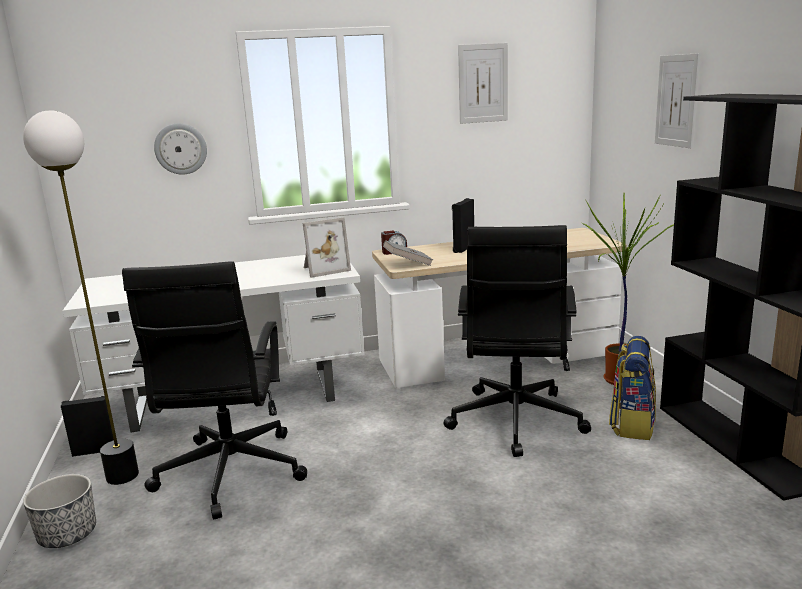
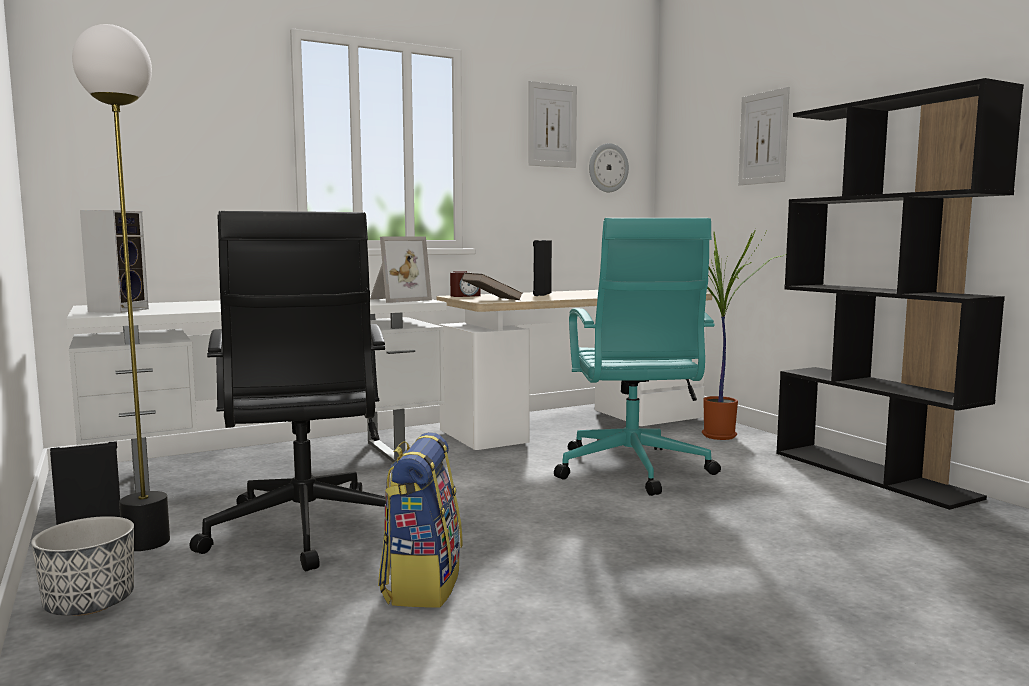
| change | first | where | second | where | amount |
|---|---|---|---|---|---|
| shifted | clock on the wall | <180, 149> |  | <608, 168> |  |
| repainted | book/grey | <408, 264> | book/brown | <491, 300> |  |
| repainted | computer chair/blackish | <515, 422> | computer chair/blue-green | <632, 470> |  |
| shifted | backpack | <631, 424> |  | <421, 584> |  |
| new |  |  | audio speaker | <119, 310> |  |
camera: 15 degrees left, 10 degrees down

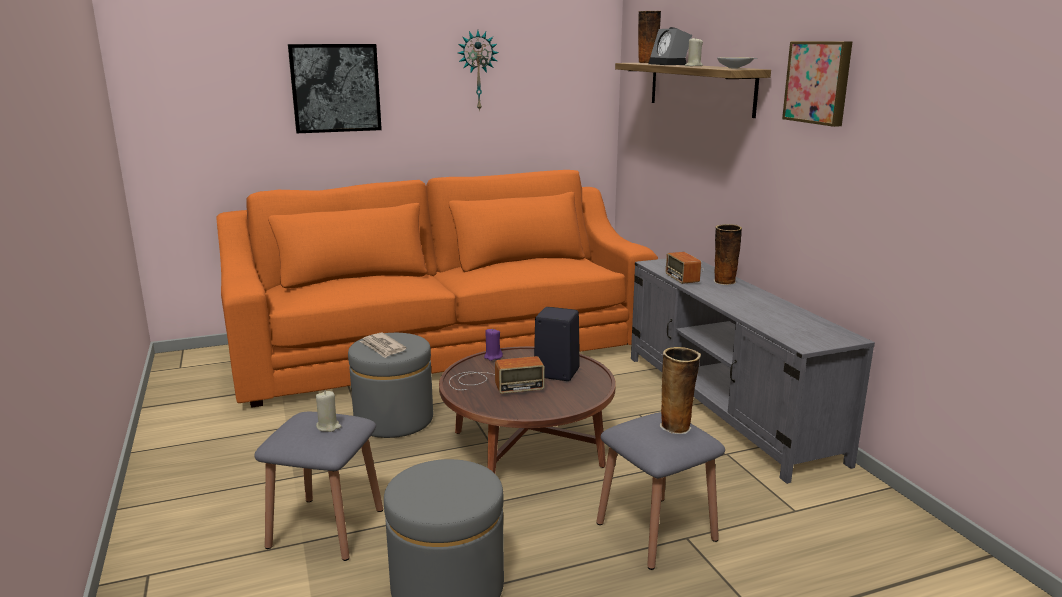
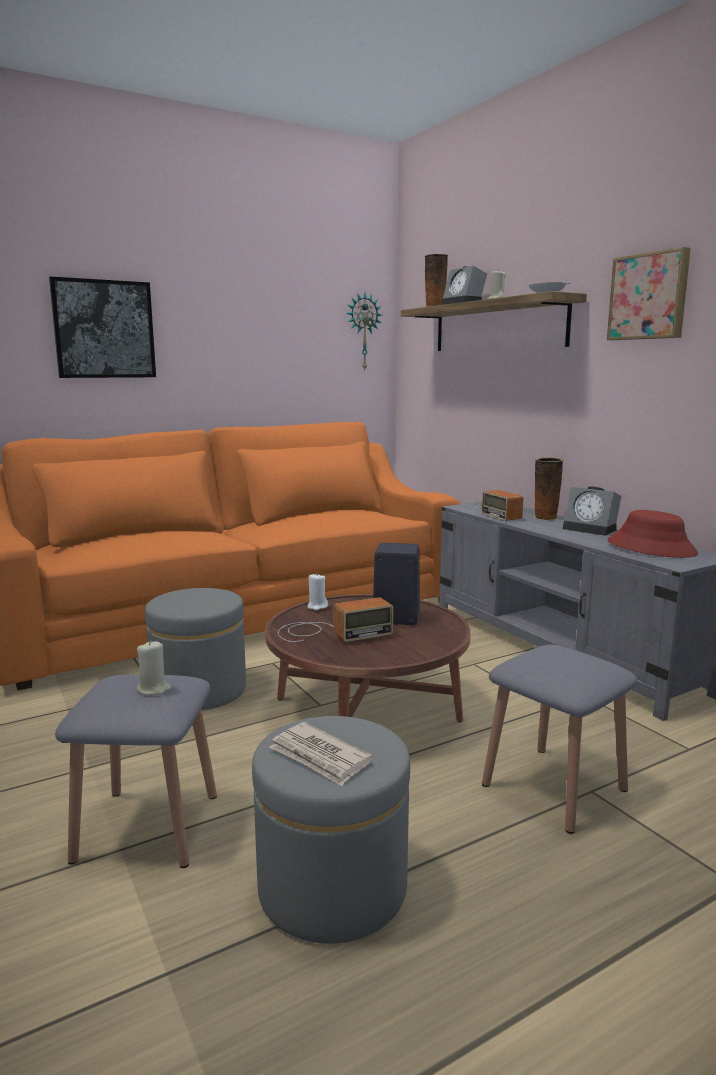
| change | first | where | second | where | amount |
|---|---|---|---|---|---|
| shifted | newspaper | <382, 347> |  | <320, 757> |  |
| shifted | clock on the wall | <477, 70> |  | <363, 331> |  |
| repainted | candle/purplish | <493, 357> | candle/whitish | <317, 606> |  |
| gone | decorative vase | <676, 426> |  |  |  |
| new |  |  | bedside clock | <592, 529> |  |
| new |  |  | hat/red | <651, 548> |  |
camera: 10 degrees left, 5 degrees down

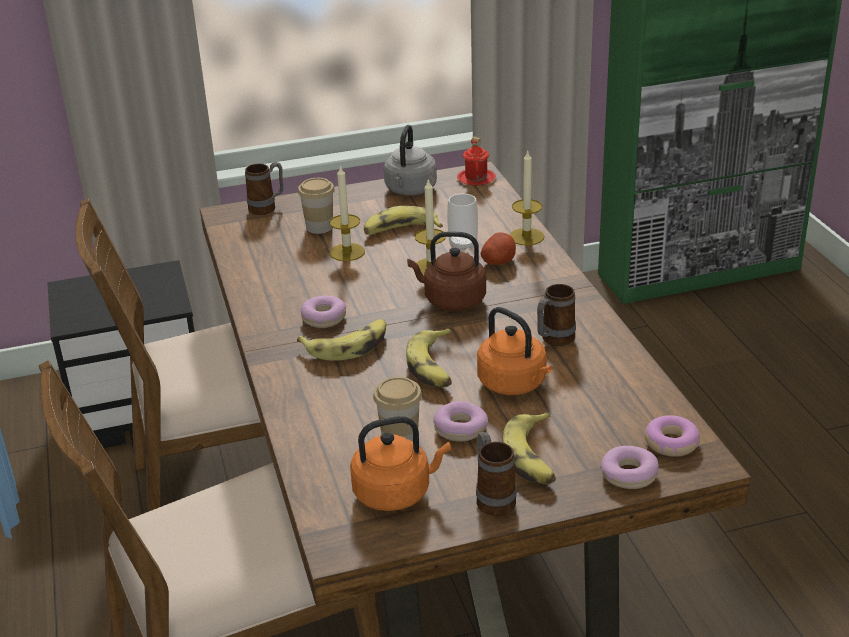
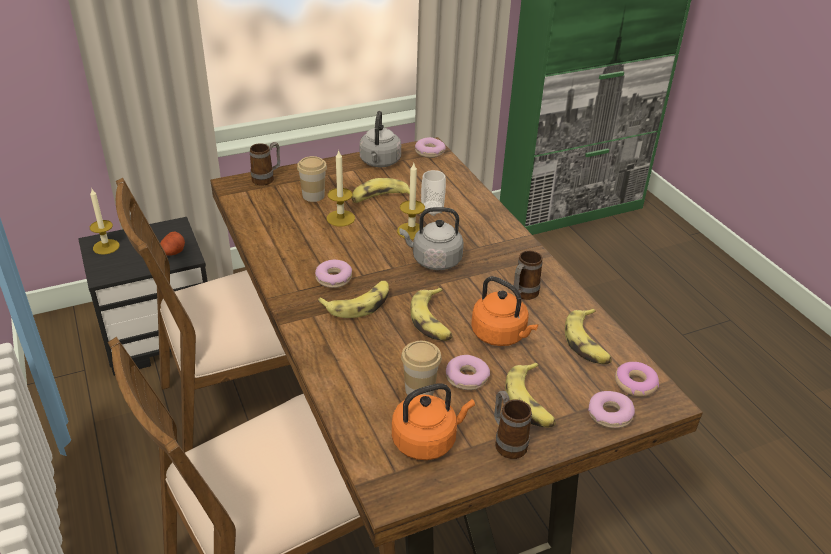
| change | first | where | second | where | amount |
|---|---|---|---|---|---|
| repainted | water kettle/brown | <451, 300> | water kettle/grey | <434, 260> |  |
| swapped | mug/red | <476, 179> | ring doughnut | <430, 152> |  |
| shifted | whole potato | <498, 261> |  | <173, 252> |  |
| shifted | candle | <526, 237> |  | <106, 247> |  |
| new |  |  | banana fruit | <588, 343> |  |
camera: 10 degrees left, 5 degrees up

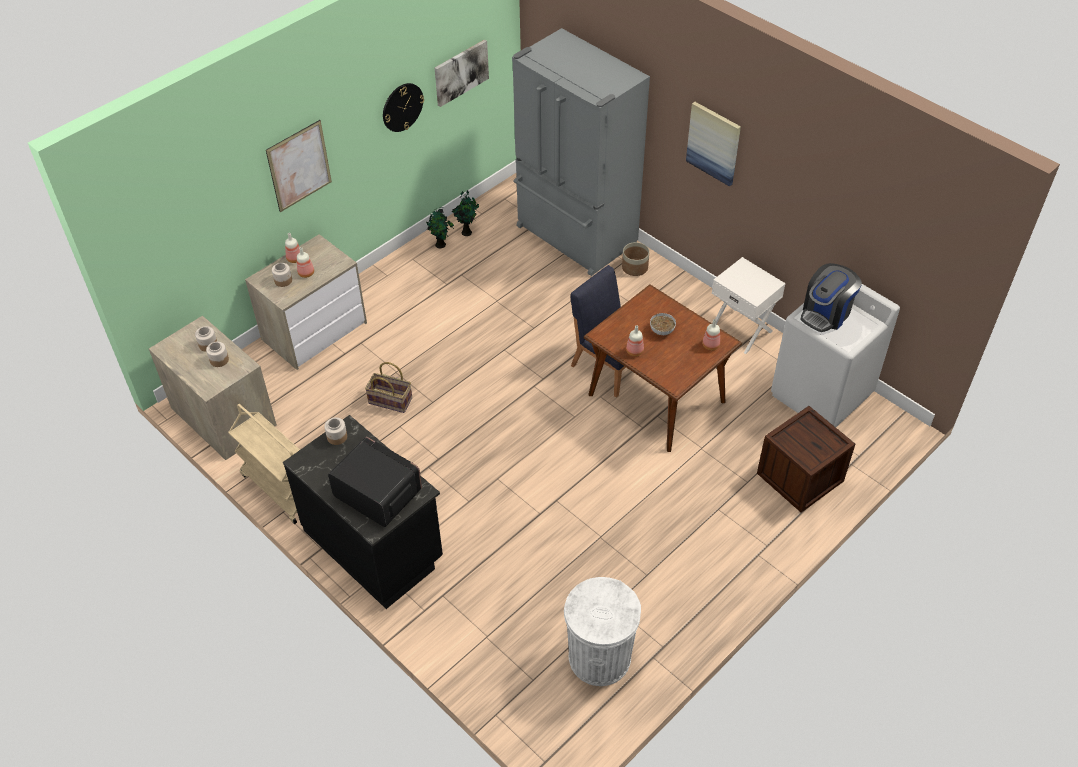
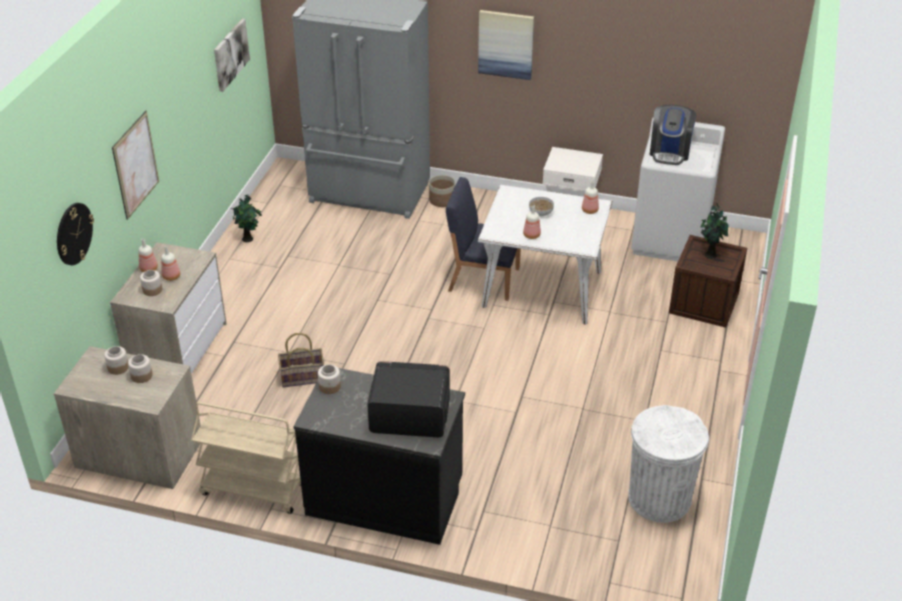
| change | first | where | second | where | amount |
|---|---|---|---|---|---|
| shifted | clock on the wall | <402, 107> |  | <73, 233> |  |
| shifted | plant in a pot | <466, 232> |  | <709, 254> |  |
| repainted | dinner table/brown | <657, 398> | dinner table/whitish | <542, 289> |  |
camera: 30 degrees left, 10 degrees down

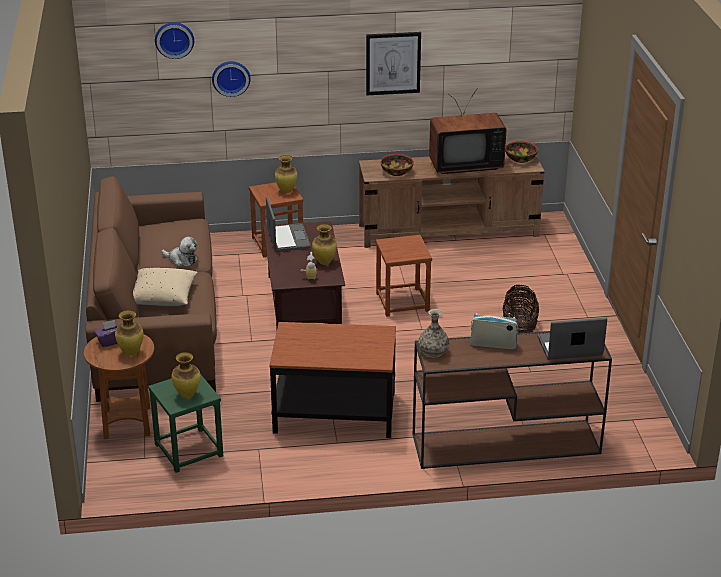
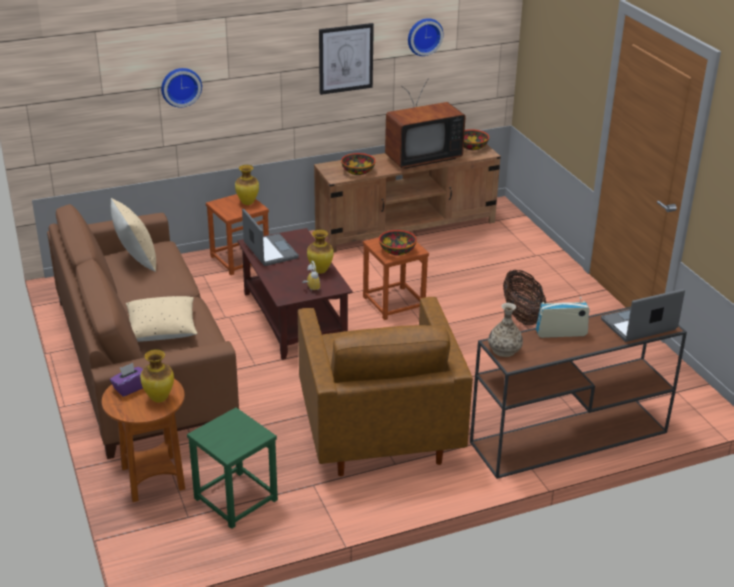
| change | first | where | second | where | amount |
|---|---|---|---|---|---|
| shifted | clock on the wall | <174, 39> |  | <424, 36> |  |
| gone | soft toy | <182, 260> |  |  |  |
| gone | decorative vase | <187, 395> |  |  |  |
| swapped | end table | <334, 413> | armchair/brown | <378, 431> |  |
| new |  |  | pillow/sand-coloured | <136, 260> |  |
| new |  |  | deep dish | <397, 250> |  |
camera: 15 degrees left, 0 degrees up

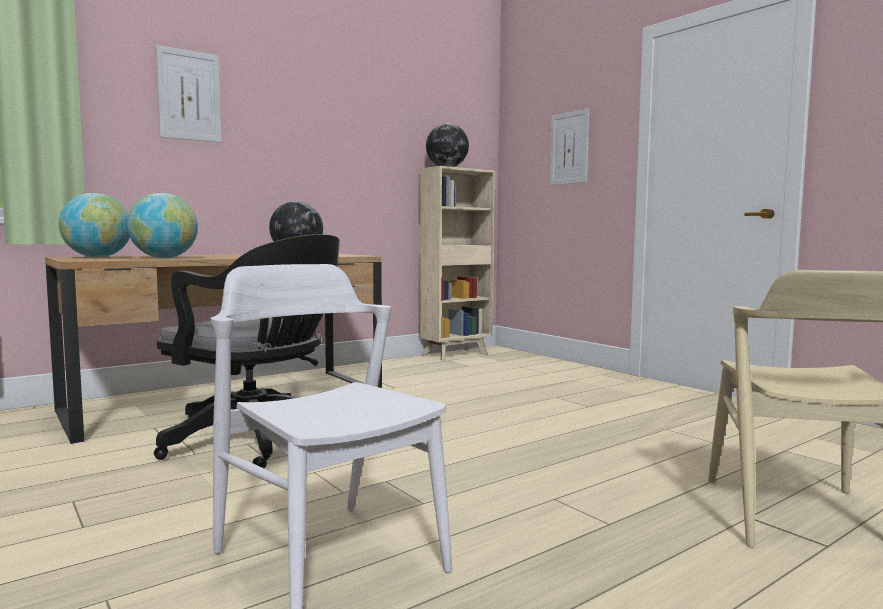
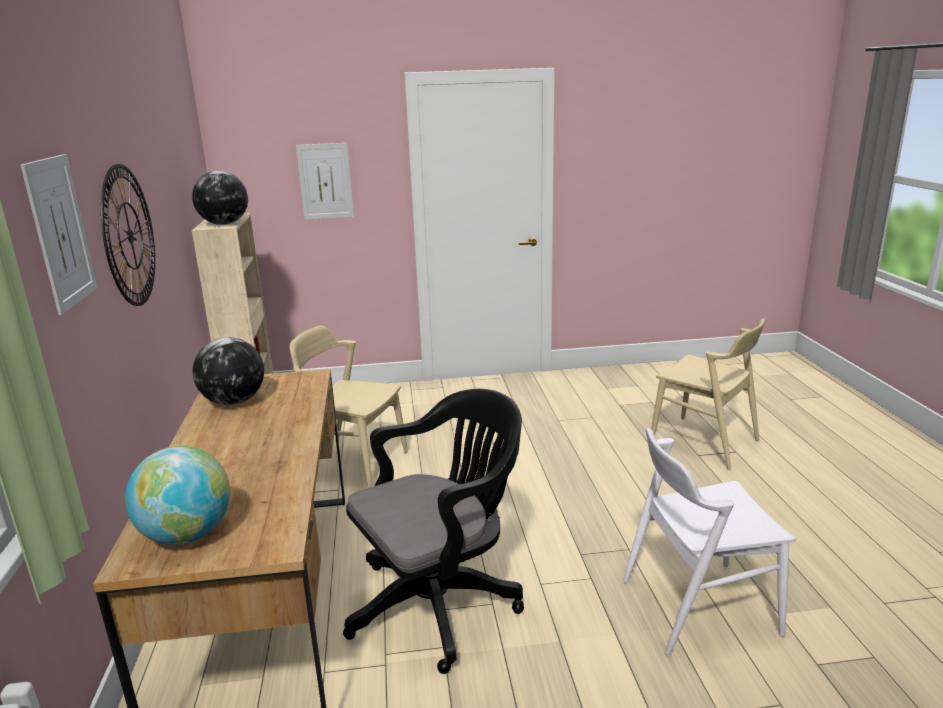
| change | first | where | second | where | amount |
|---|---|---|---|---|---|
| gone | desk globe | <164, 258> |  |  |  |
| new |  |  | clock on the wall | <129, 236> |  |
| new |  |  | upright chair/sand-coloured | <352, 463> |  |
camera: 60 degrees left, 15 degrees up

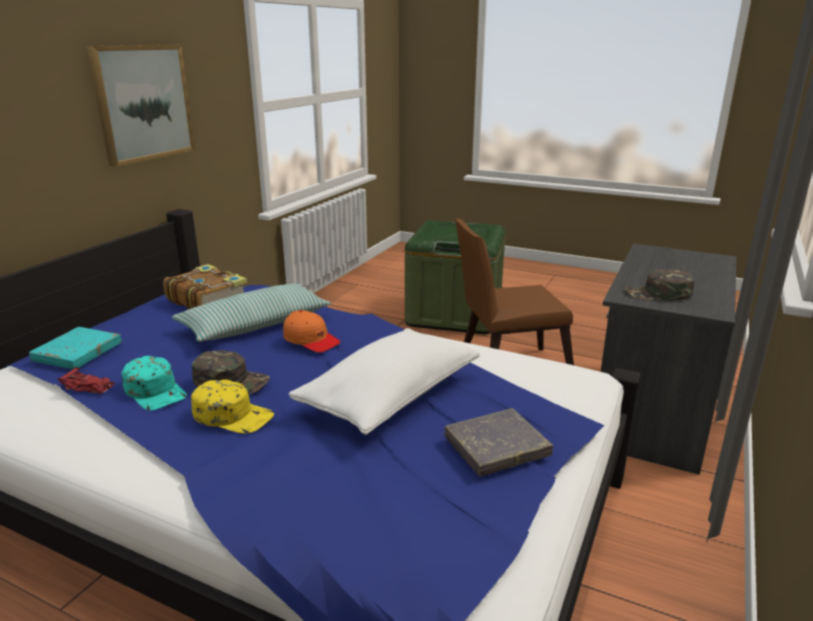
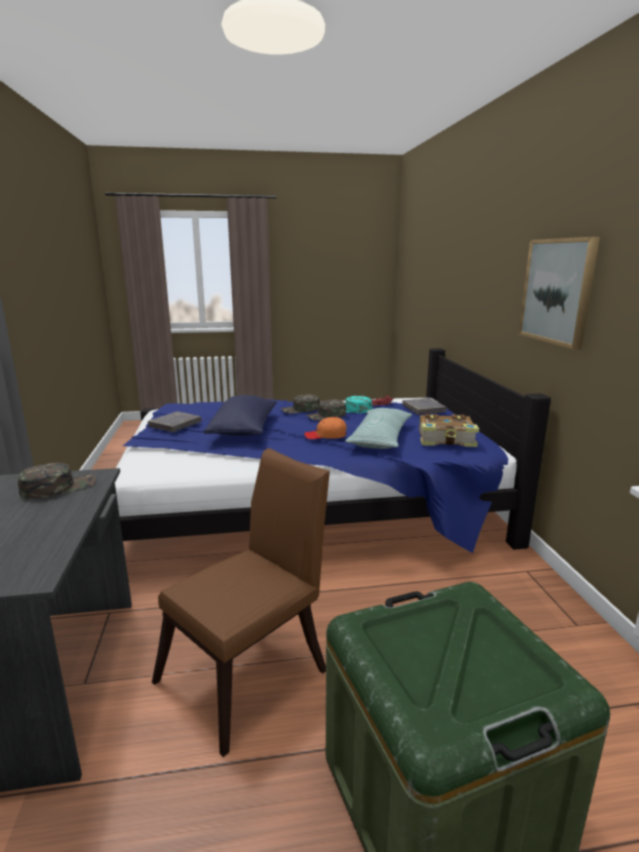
| change | first | where | second | where | amount |
|---|---|---|---|---|---|
| repainted | book/blue-green | <77, 352> | book/grey | <423, 409> |  |
| repainted | baseball cap/yellowish | <233, 415> | baseball cap/green | <301, 409> |  |
| repainted | pillow/whitish | <390, 397> | pillow/blue | <244, 430> |  |
camera: 145 degrees right, 5 degrees down

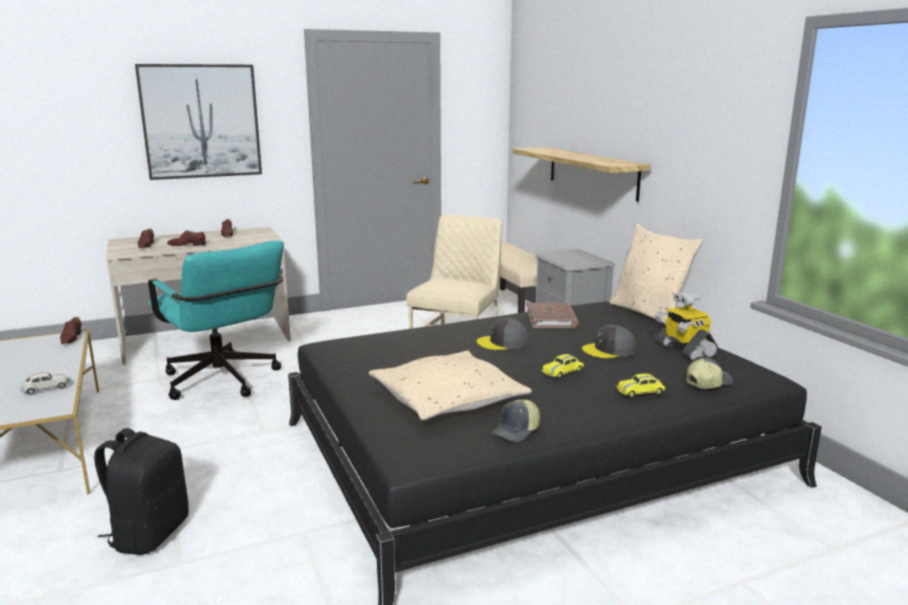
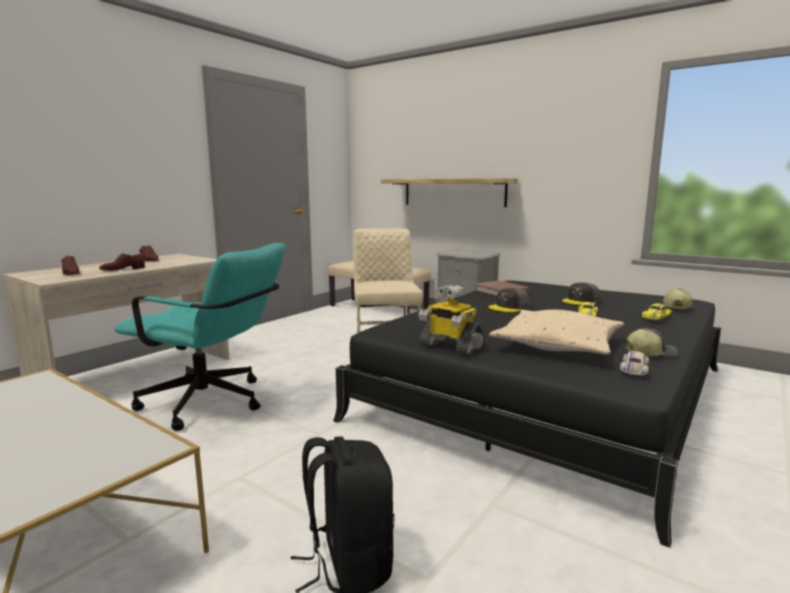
| change | first | where | second | where | amount |
|---|---|---|---|---|---|
| shifted | miniature car/whitish | <46, 388> |  | <634, 370> |  |
| gone | shoe/brown | <71, 338> |  |  |  |
| gone | wall art | <201, 121> |  |  |  |
| rotated | baseball cap | <517, 431> |  | <650, 353> | 105 degrees counterclockwise |
| gone | pillow/sand-coloured | <649, 313> |  |  |  |
| shifted | toy robot | <683, 350> |  | <450, 346> |  |
camera: 30 degrees left, 5 degrees down

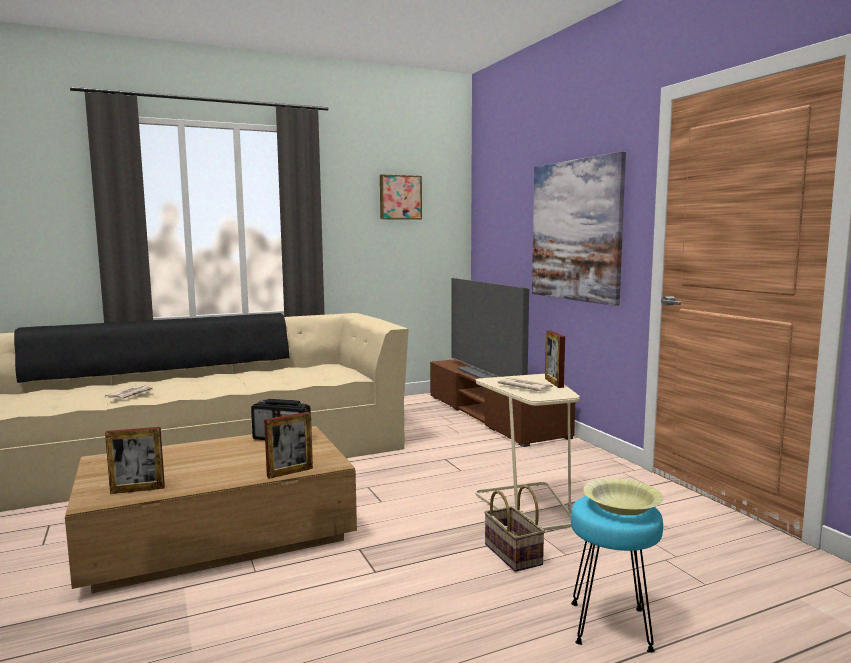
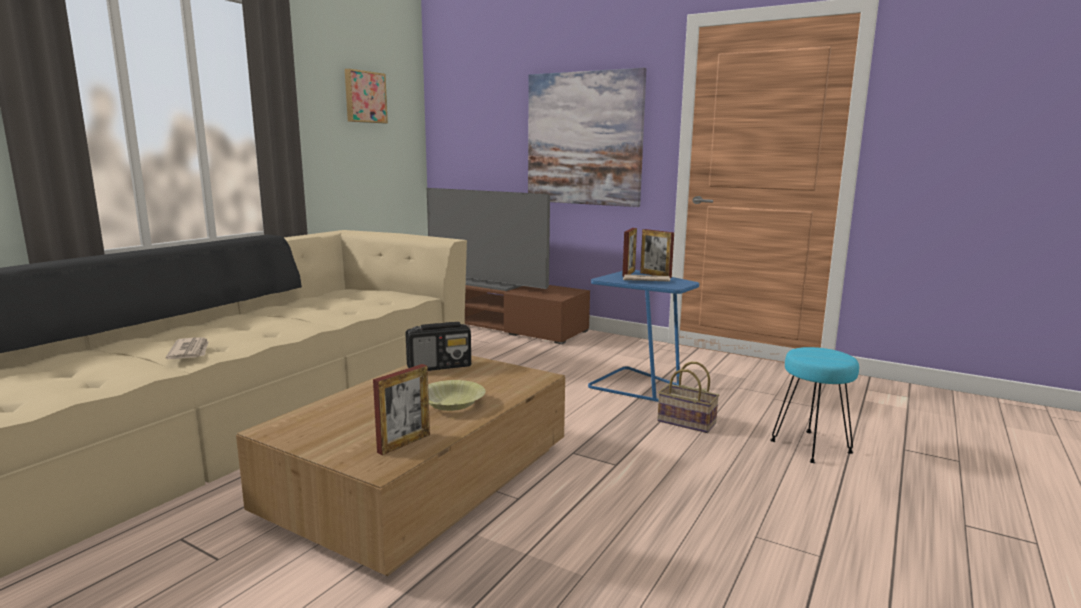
| change | first | where | second | where | amount |
|---|---|---|---|---|---|
| shifted | photo frame | <290, 472> |  | <628, 273> |  |
| repainted | end table/sand-coloured | <529, 506> | end table/blue | <640, 387> |  |
| shifted | deep dish/yellowish | <622, 506> |  | <451, 403> |  |
camera: 35 degrees left, 5 degrees up

